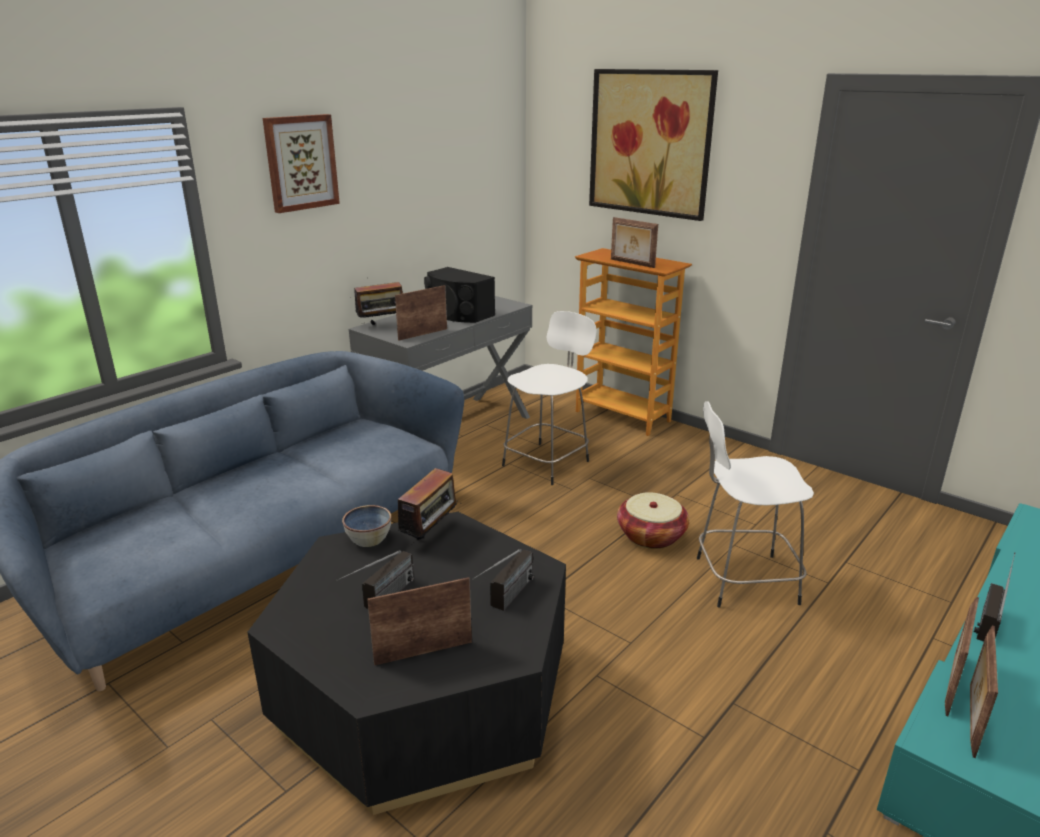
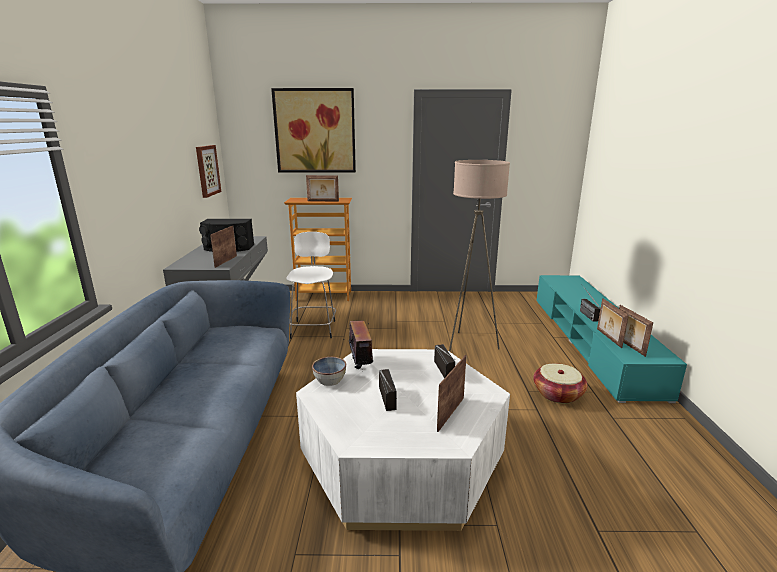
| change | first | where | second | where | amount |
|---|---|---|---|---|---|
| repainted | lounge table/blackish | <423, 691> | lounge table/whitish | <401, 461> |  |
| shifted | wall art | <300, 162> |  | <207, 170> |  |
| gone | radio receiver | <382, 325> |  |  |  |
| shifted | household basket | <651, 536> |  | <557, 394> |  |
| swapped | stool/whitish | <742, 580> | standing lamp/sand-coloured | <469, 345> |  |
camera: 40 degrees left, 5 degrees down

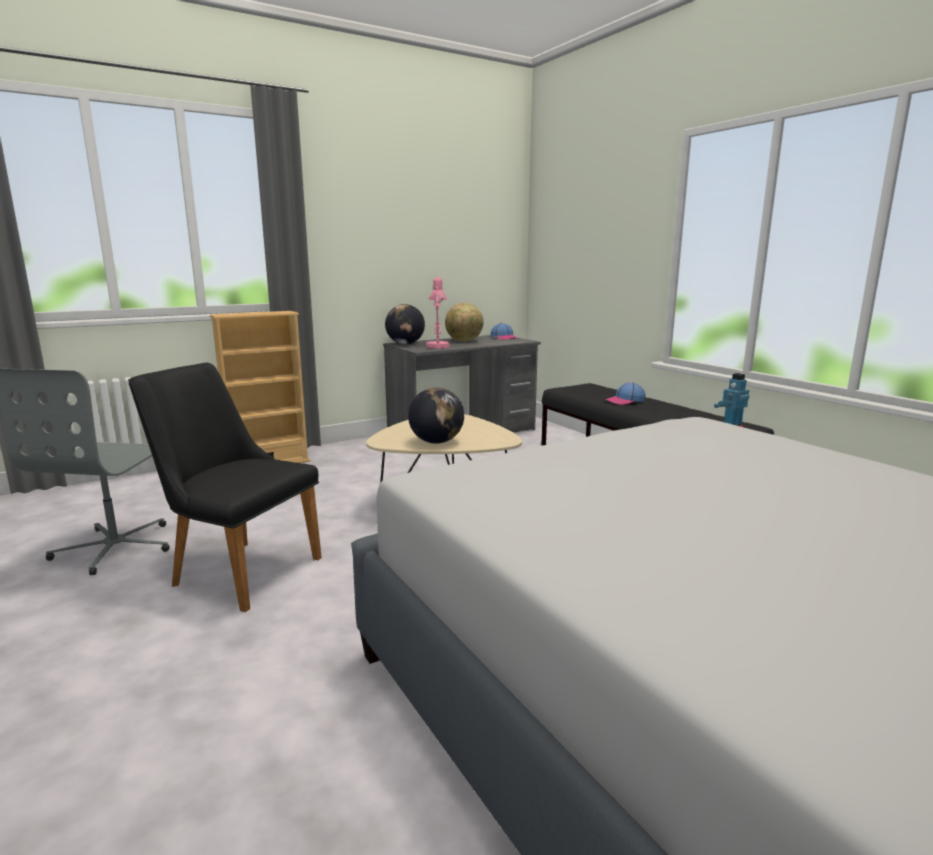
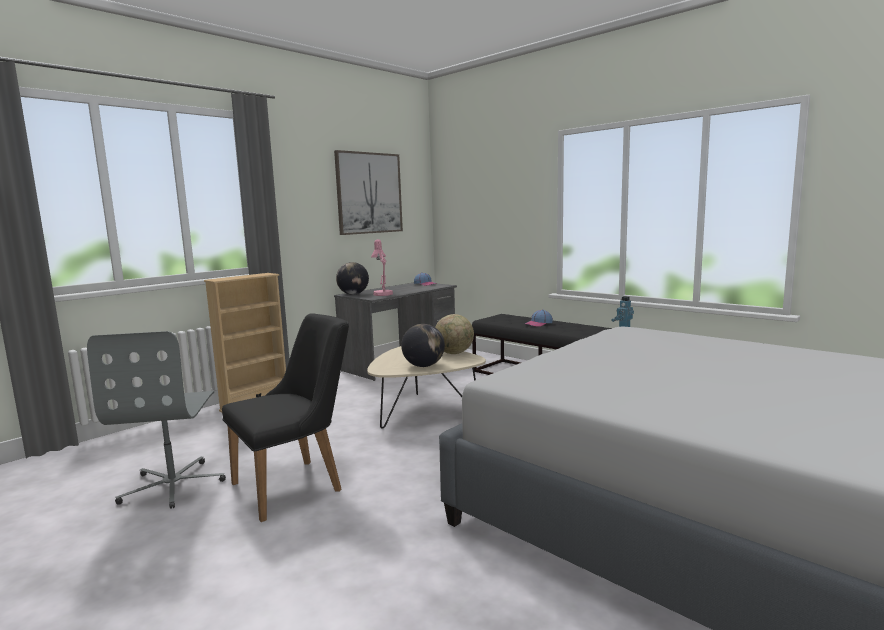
| change | first | where | second | where | amount |
|---|---|---|---|---|---|
| rotated | upright chair/blackish | <236, 569> |  | <297, 484> | 135 degrees clockwise |
| shifted | desk globe | <464, 341> |  | <454, 353> |  |
| new |  |  | wall art | <369, 193> |  |
camera: 15 degrees left, 5 degrees down

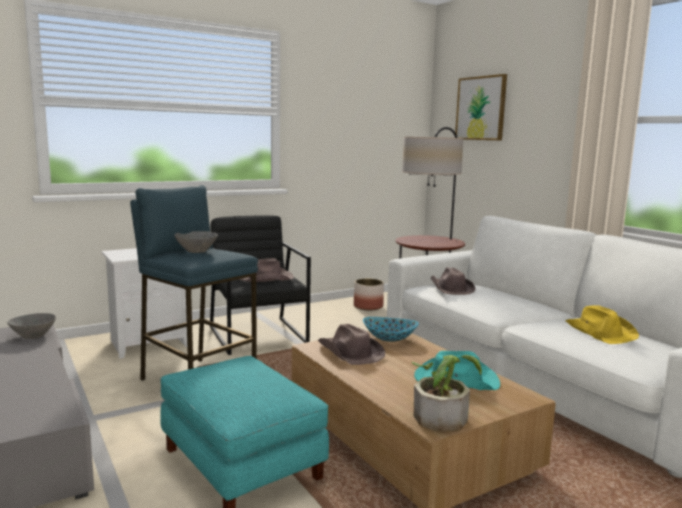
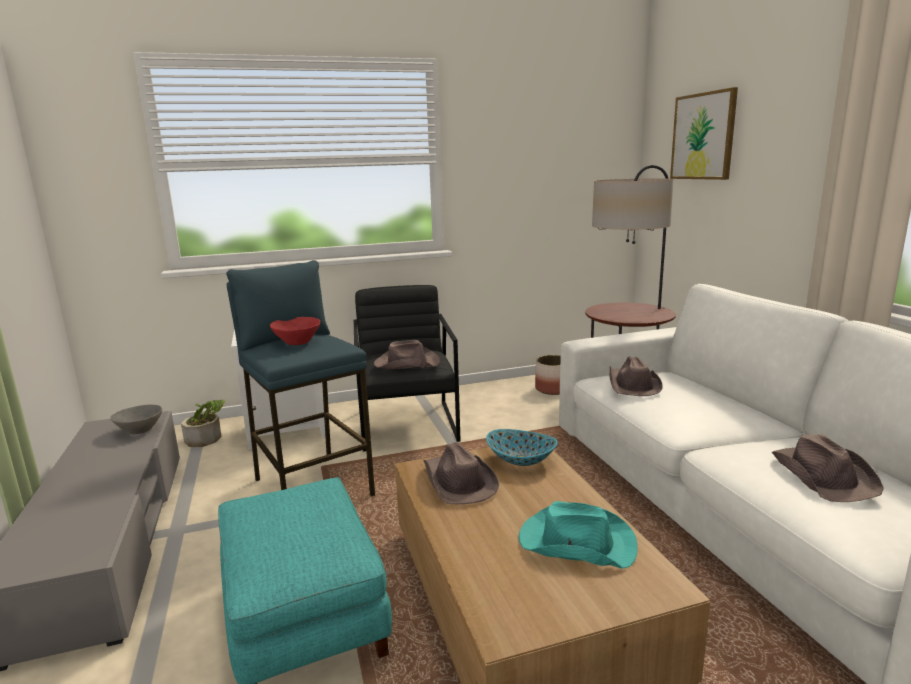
| change | first | where | second | where | amount |
|---|---|---|---|---|---|
| repainted | deep dish/grey | <197, 252> | deep dish/red | <297, 343> |  |
| shifted | plant in a pot | <442, 415> |  | <208, 437> |  |
| repainted | hat/yellowish | <600, 332> | hat/brown | <823, 475> |  |
camera: 15 degrees right, 5 degrees up

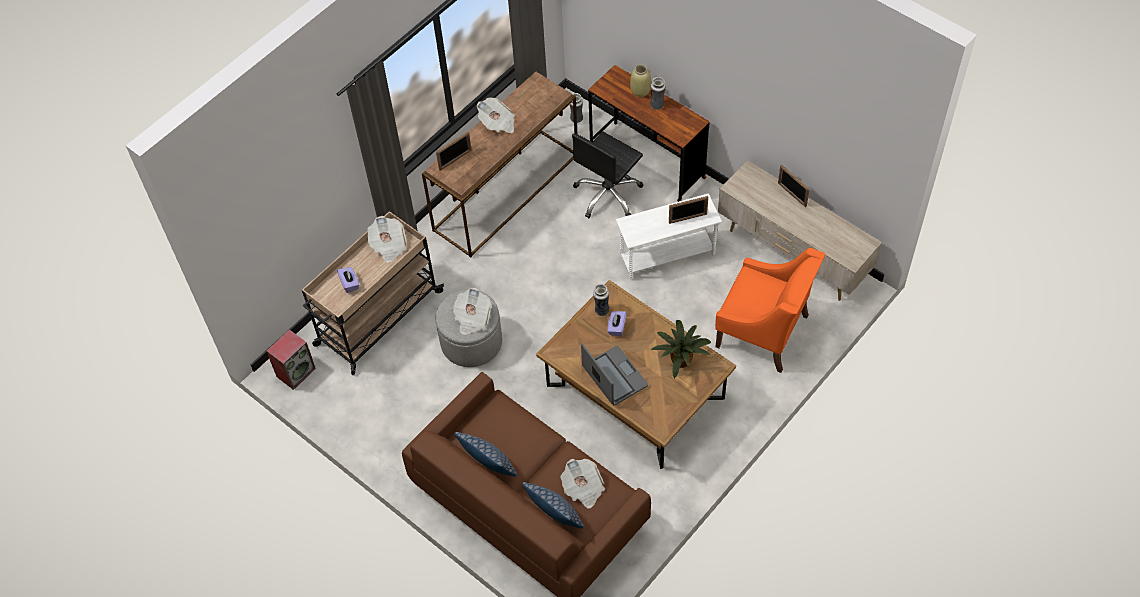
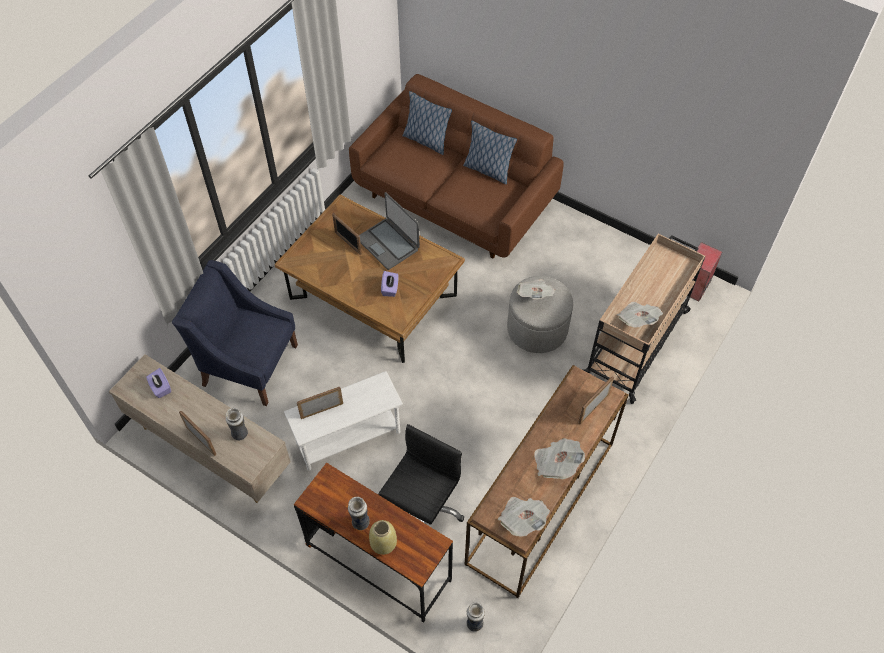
| change | first | where | second | where | amount |
|---|---|---|---|---|---|
| shifted | box of tissues/purplish | <350, 283> |  | <160, 388> |  |
| shifted | newspaper | <583, 488> |  | <522, 519> |  |
| shifted | decorative vase | <601, 310> |  | <240, 434> |  |
| gone | plant in a pot | <680, 359> |  |  |  |
| repainted | armchair/orangey | <763, 331> | armchair/blue | <249, 364> |  |
| new |  |  | photo frame | <347, 243> |  |
camera: 170 degrees right, 0 degrees up

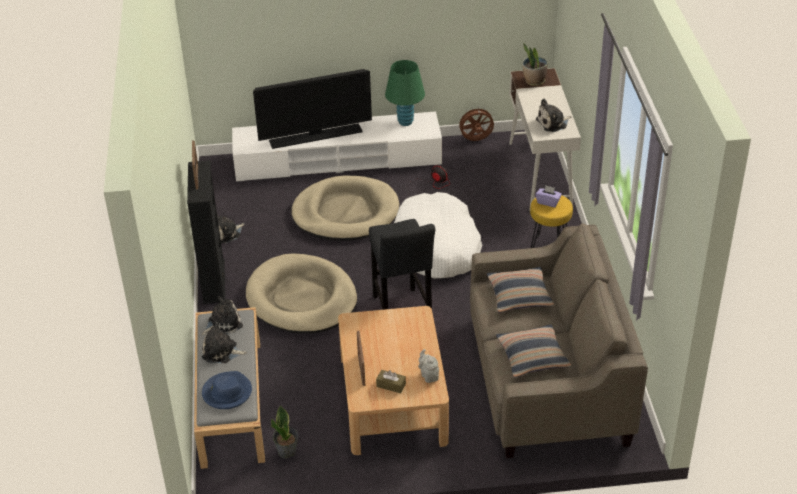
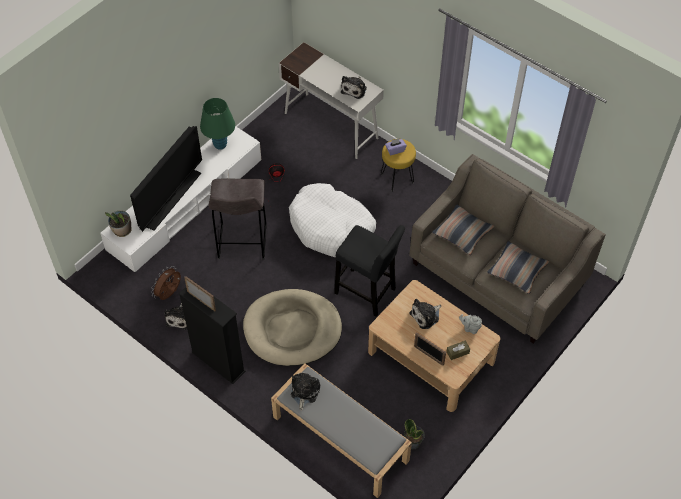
| change | first | where | second | where | amount |
|---|---|---|---|---|---|
| shifted | soft toy | <221, 352> |  | <426, 316> |  |
| gone | hat/blue | <227, 392> |  |  |  |
| swapped | dog cushion/sand-coloured | <345, 213> | stool/grey | <242, 243> |  |
| shifted | cooling fan/brown | <476, 140> |  | <169, 294> |  |
| shifted | plant in a pot | <534, 81> |  | <122, 231> |  |
camera: 45 degrees left, 15 degrees up

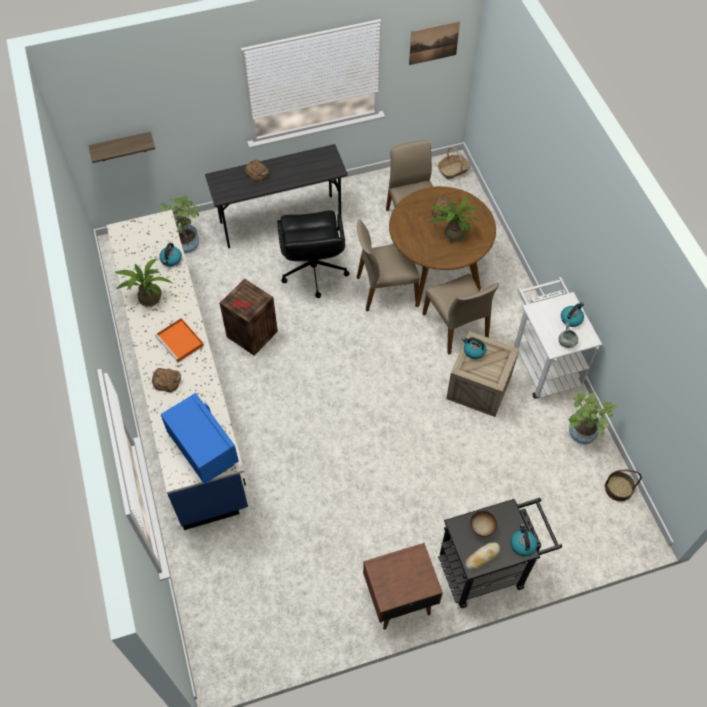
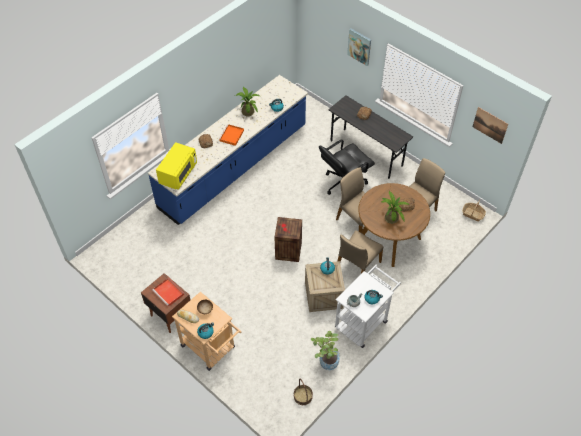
| change | first | where | second | where | amount |
|---|---|---|---|---|---|
| gone | wall shelf | <122, 147> |  |  |  |
| gone | plant in a pot | <186, 241> |  |  |  |
| repainted | microwave/blue | <203, 448> | microwave/yellowish | <178, 174> |  |
| shifted | crate | <252, 335> |  | <288, 251> |  |
| repainted | trolley/blackish | <488, 568> | trolley/sand-coloured | <211, 349> |  |
| new |  |  | tray/red | <169, 293> |  |
| new |  |  | wall art | <359, 46> |  |
camera: 60 degrees right, 5 degrees down

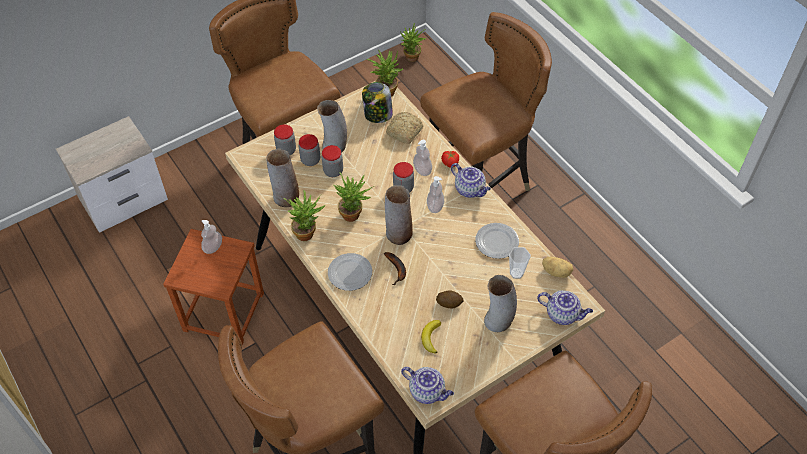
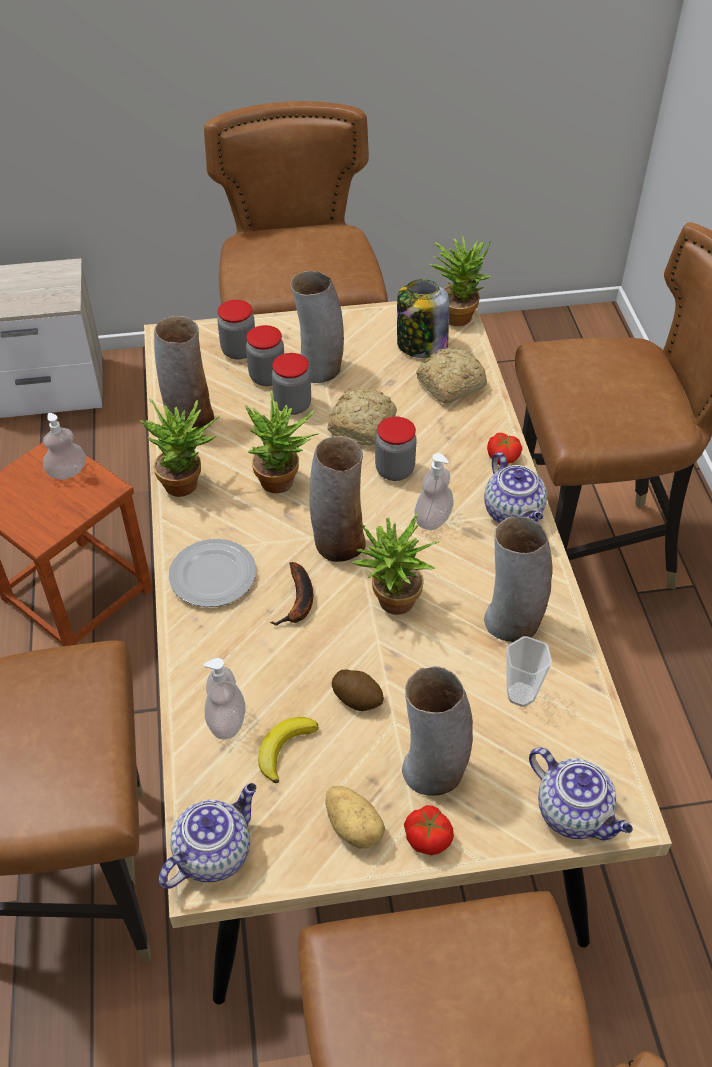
| change | first | where | second | where | amount |
|---|---|---|---|---|---|
| shifted | plant in a pot | <411, 59> |  | <392, 605> |  |
| rotated | tea pot | <427, 391> |  | <214, 852> | 105 degrees counterclockwise |
| shifted | soap bottle | <422, 170> |  | <226, 721> |  |
| swapped | plate | <496, 242> | decorative vase | <512, 623> |  |
| shifted | whole potato | <556, 271> |  | <355, 826> |  |
| new |  |  | bakery bread | <363, 425> |  |
| new |  |  | fresh tomato | <427, 839> |  |
camera: 25 degrees right, 5 degrees down

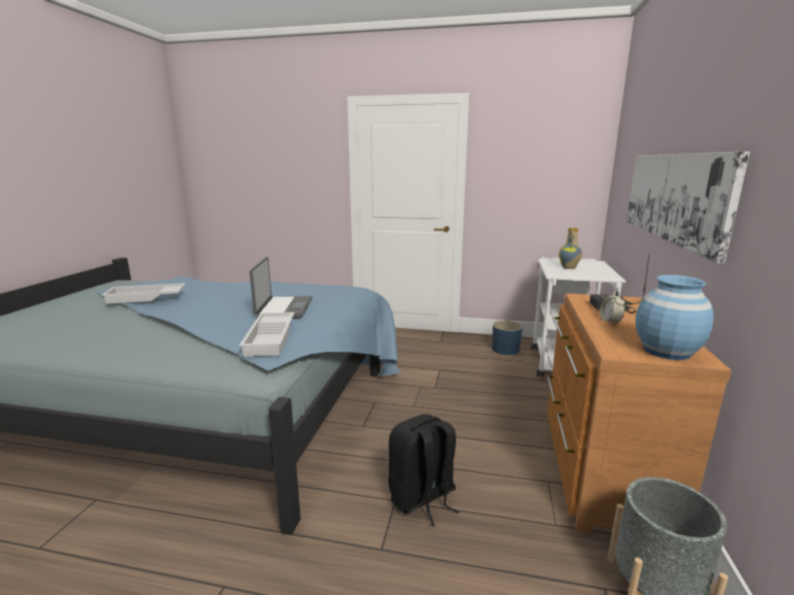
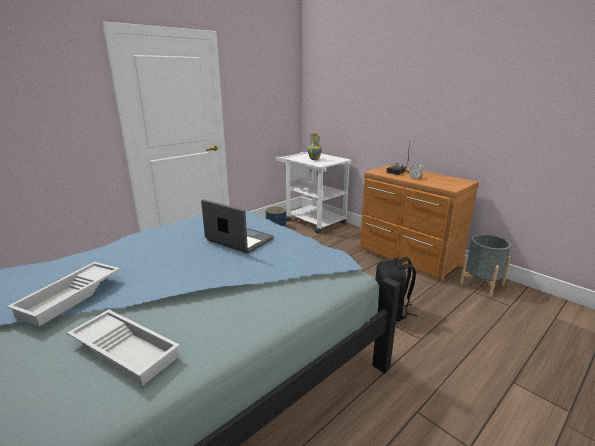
| change | first | where | second | where | amount |
|---|---|---|---|---|---|
| shifted | tray/whitish | <271, 338> |  | <127, 350> |  |
| gone | wall art | <673, 197> |  |  |  |
| gone | decorative vase/blue | <667, 351> |  |  |  |
camera: 55 degrees left, 5 degrees up

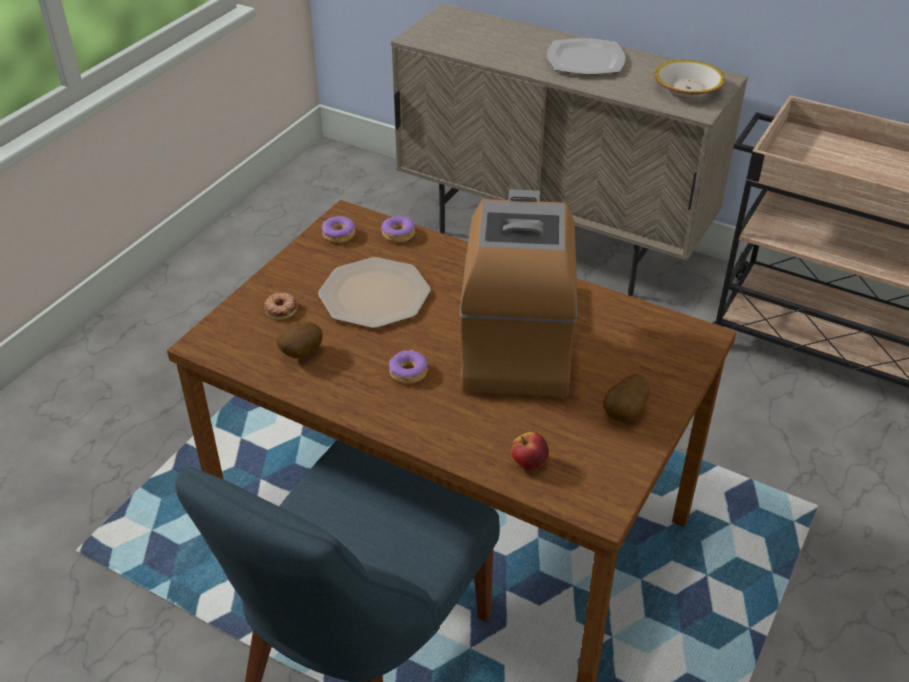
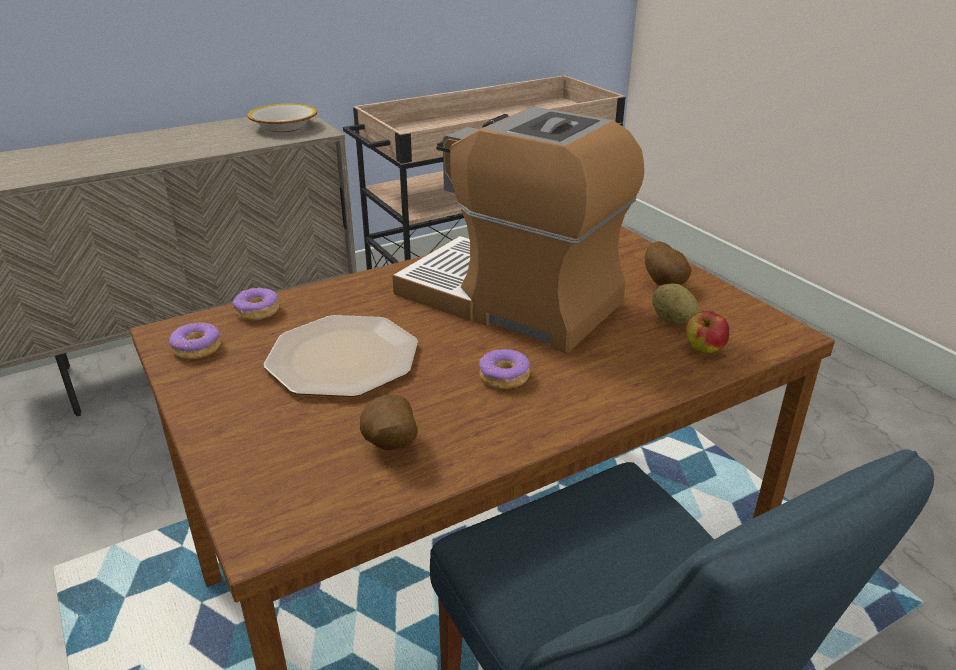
| change | first | where | second | where | amount |
|---|---|---|---|---|---|
| gone | ring doughnut | <281, 309> |  |  |  |
| gone | plate | <586, 60> |  |  |  |
| new |  |  | whole potato | <672, 320> |  |
camera: 60 degrees left, 10 degrees down

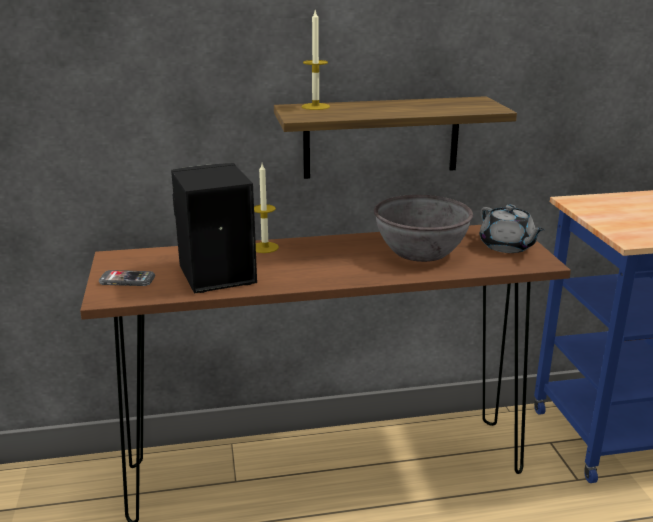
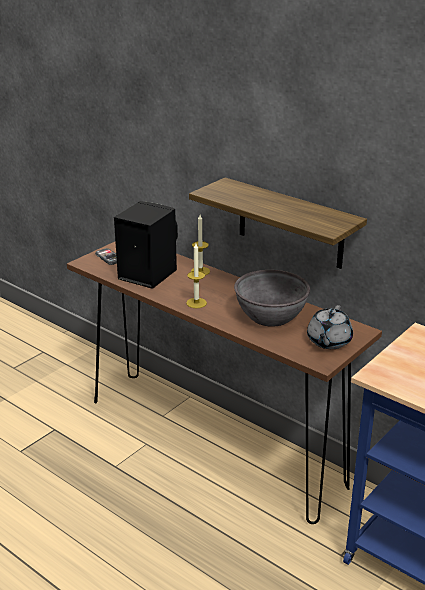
| change | first | where | second | where | amount |
|---|---|---|---|---|---|
| shifted | candle | <315, 106> |  | <196, 303> |  |
camera: 50 degrees right, 5 degrees up

